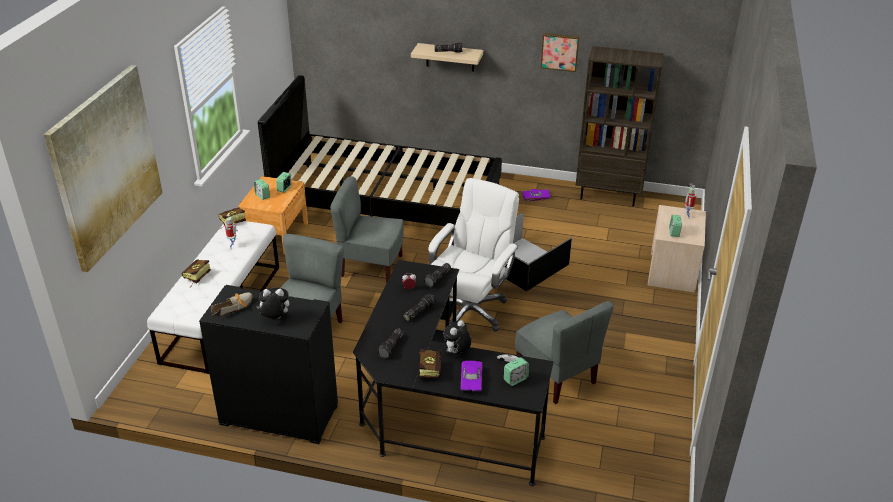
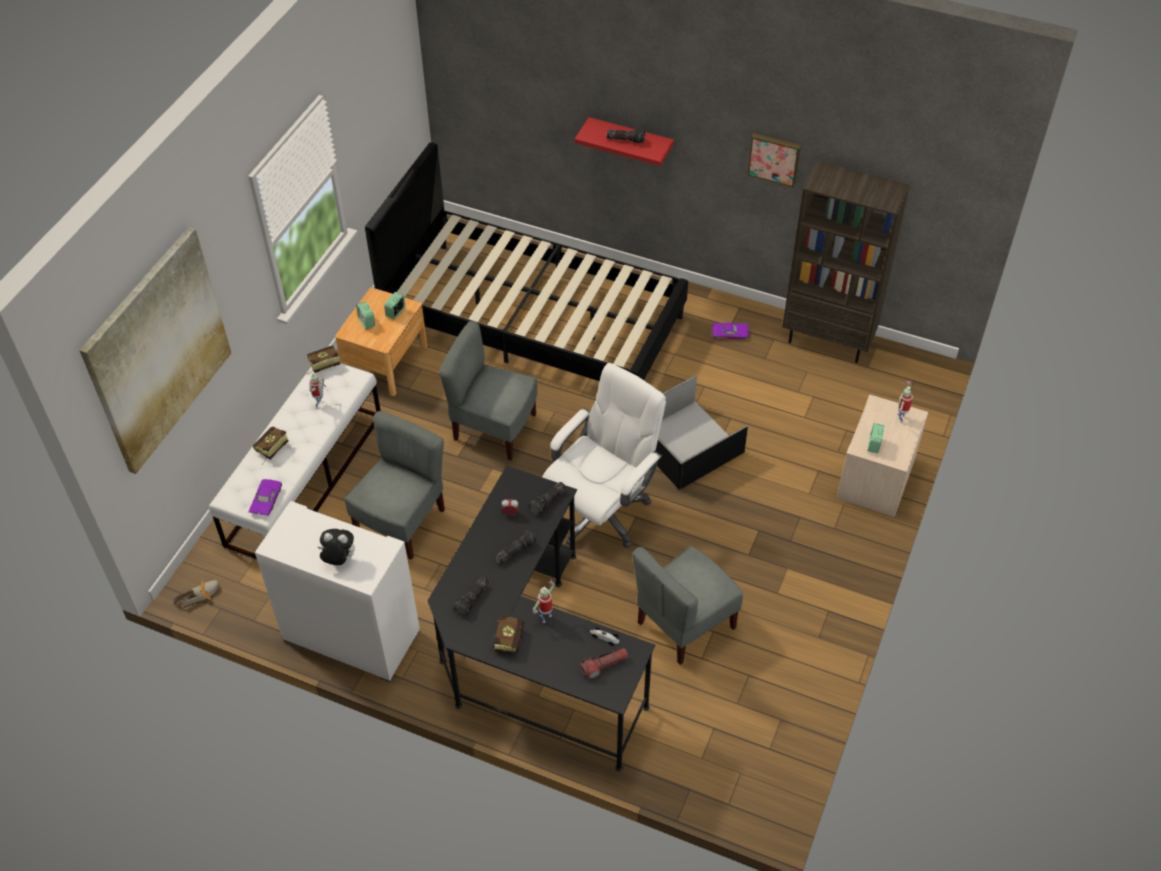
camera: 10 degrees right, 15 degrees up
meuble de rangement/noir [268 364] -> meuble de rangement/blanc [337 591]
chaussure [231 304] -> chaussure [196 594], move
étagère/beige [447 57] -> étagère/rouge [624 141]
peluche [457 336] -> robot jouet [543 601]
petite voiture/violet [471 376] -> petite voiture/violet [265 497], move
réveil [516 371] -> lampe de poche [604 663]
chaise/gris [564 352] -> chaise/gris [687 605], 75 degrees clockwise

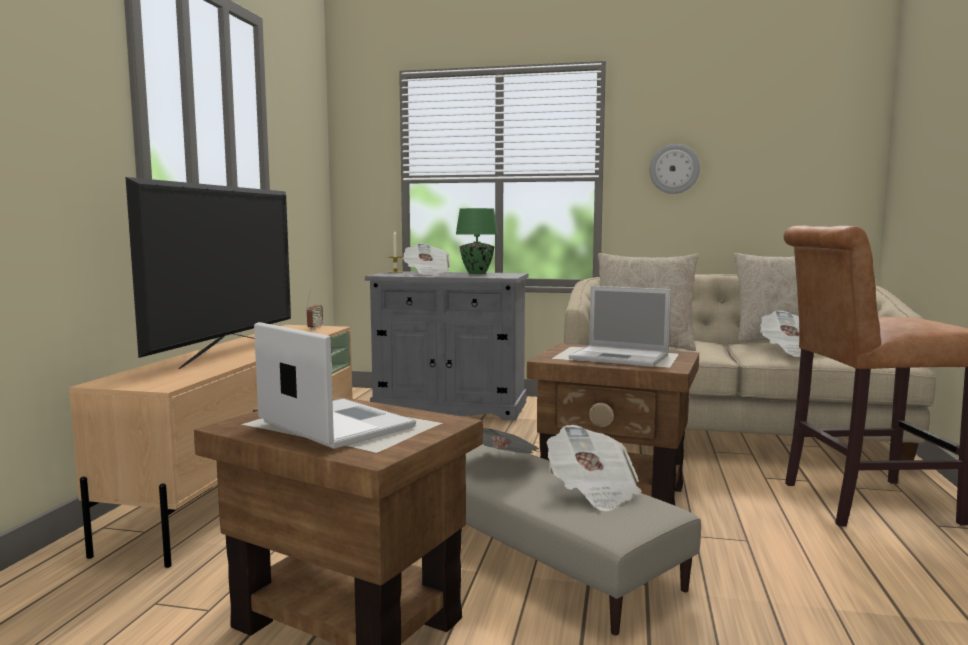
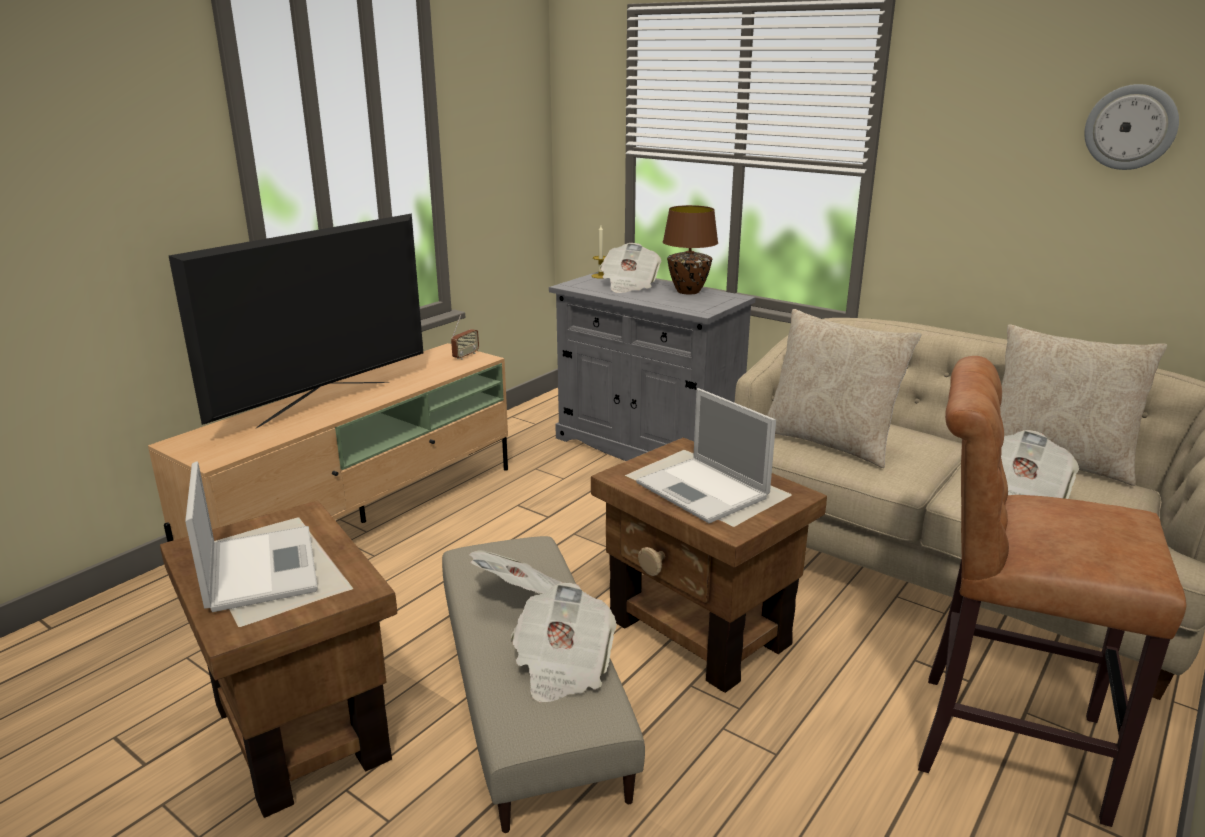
camera: 25 degrees right, 15 degrees up
lampe de table/vert [477 241] -> lampe de table/marron [690 249]
horloge murale [675 169] -> horloge murale [1131 127], move

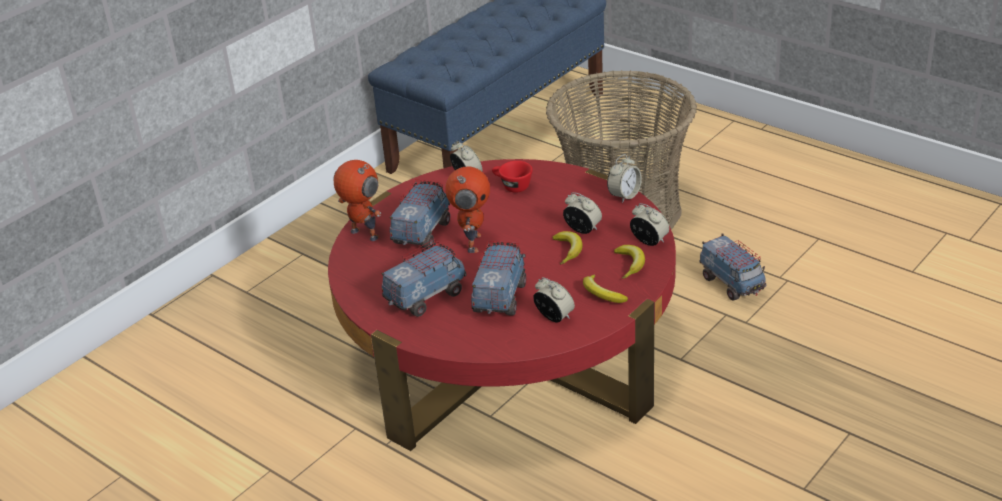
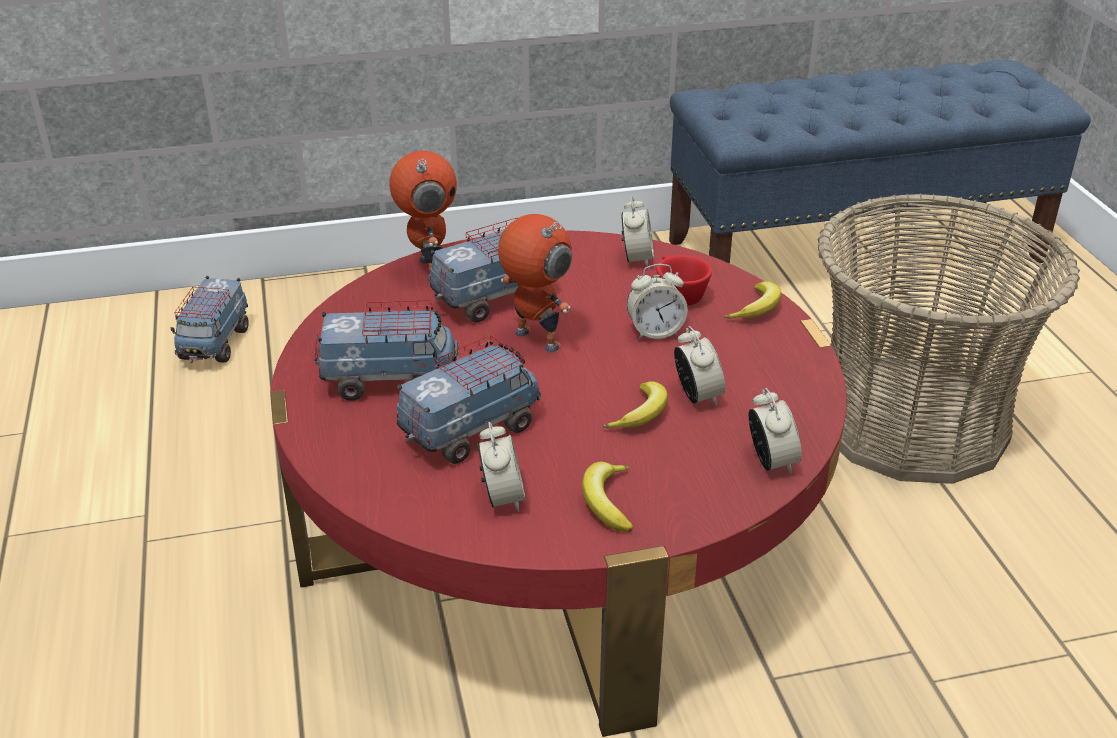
camera: 35 degrees right, 0 degrees up
robot jouet [467 209] -> robot jouet [535 283], 90 degrees counterclockwise
réveil [624 178] -> réveil [657 301], move
banane [629 262] -> banane [752 300], move
camion jouet [732 267] -> camion jouet [210 319], move

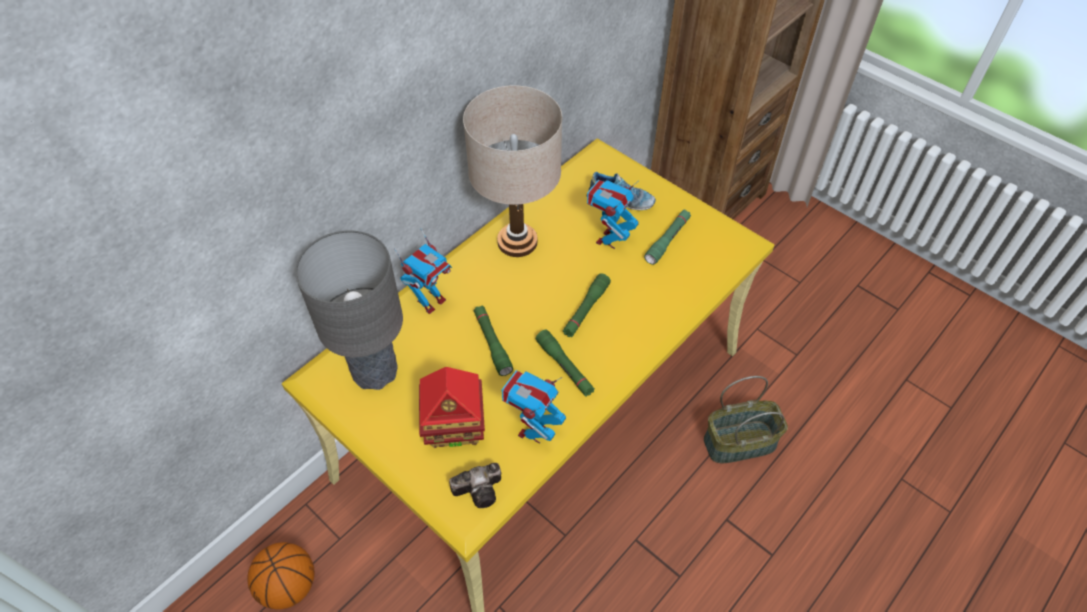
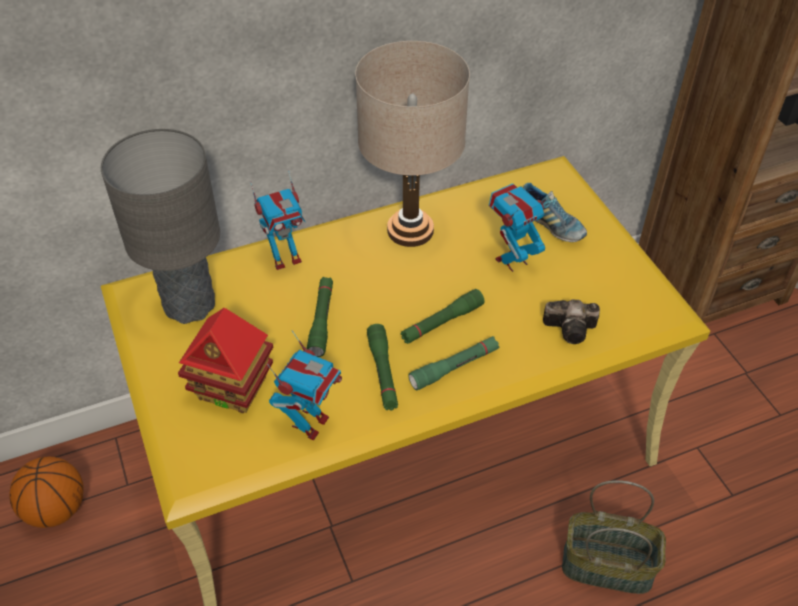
camera: 25 degrees right, 5 degrees down
appareil photo [475 485] -> appareil photo [571 321], move
robot jouet [533 407] -> robot jouet [304 385], 150 degrees clockwise
lampe de poche/vert [667 237] -> lampe de poche/vert [453 363], move

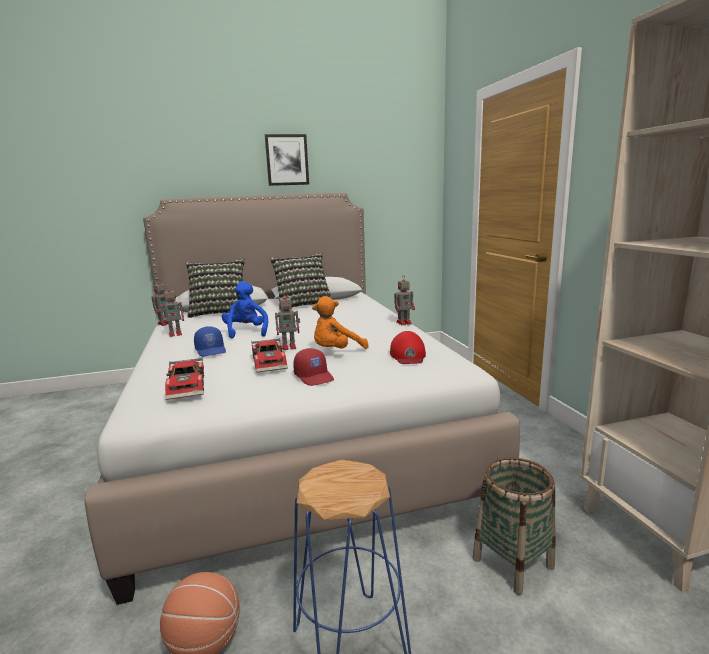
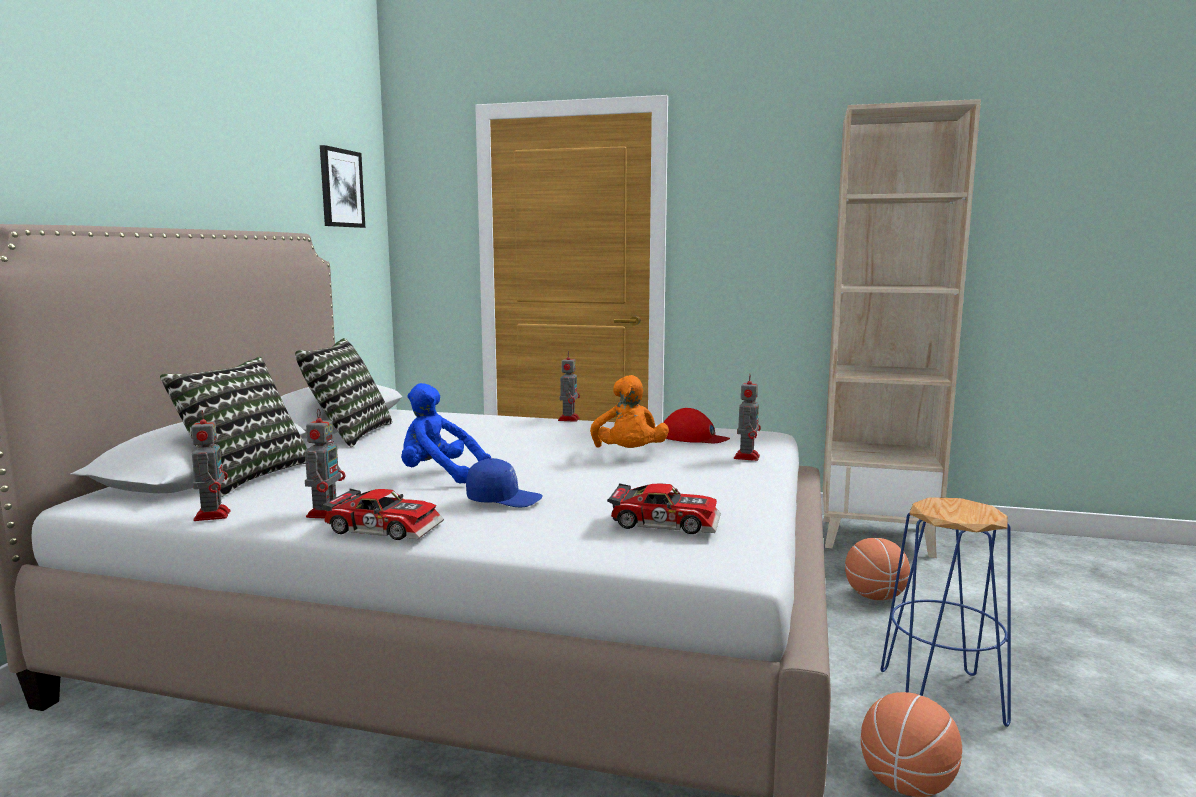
camera: 60 degrees left, 5 degrees down
petite voiture [269 355] -> petite voiture [382 514], move
tableau [287 160] -> tableau [342 186], move
robot jouet [287 321] -> robot jouet [747 418], move
casquette/rouge [313 367] -> none
panier [514 526] -> ballon de basket [877 569]

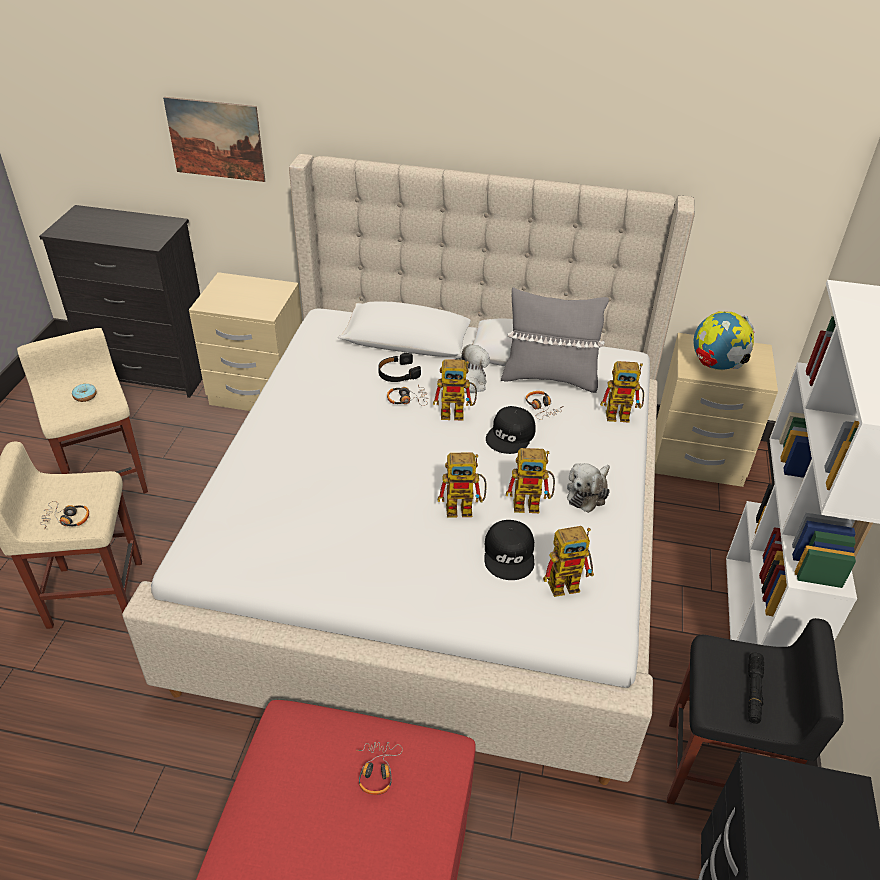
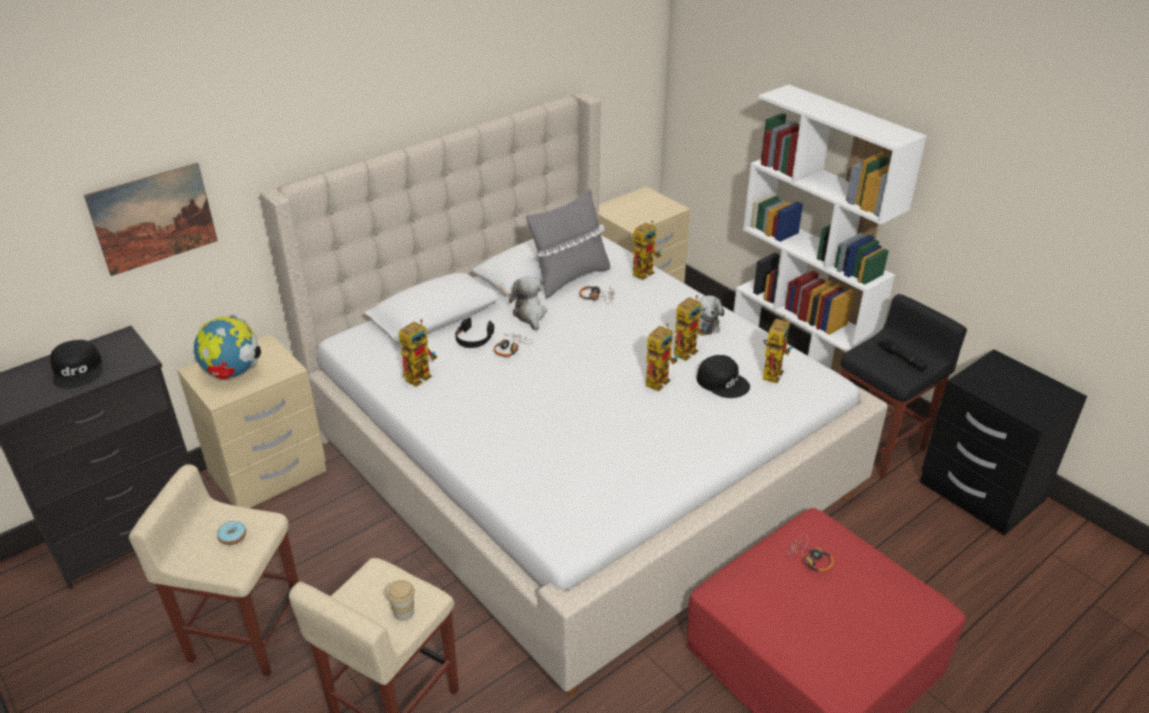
camera: 50 degrees left, 5 degrees down
casque audio [64 515] -> tasse [401 600]
robot jouet [455 389] -> robot jouet [418 353], move
casquette/noir [511 430] -> casquette/noir [76 364], move
globe [724 340] -> globe [227 346], move

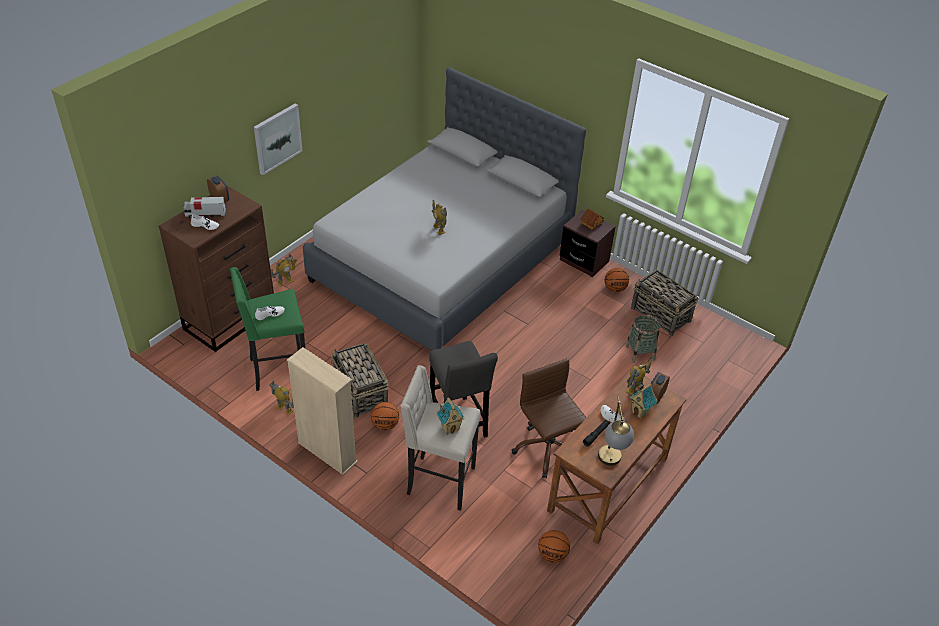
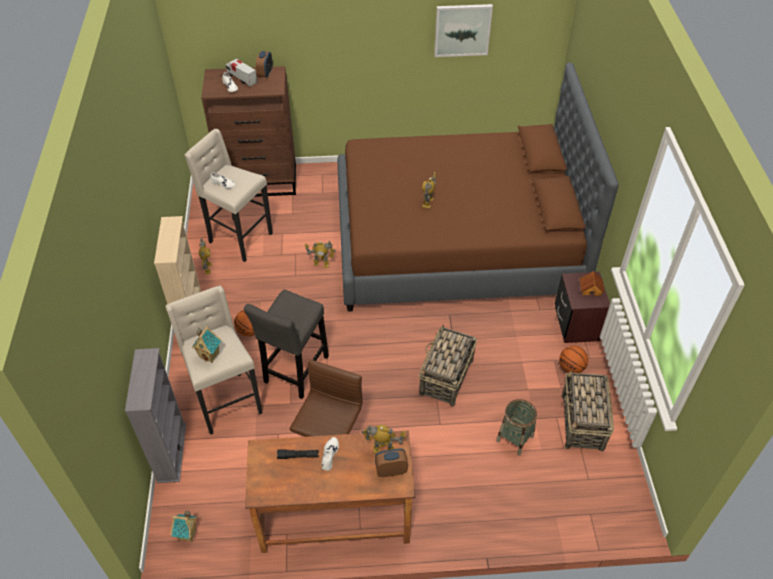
camera: 50 degrees right, 5 degrees up
tabouret/vert [267 329] -> tabouret/beige [228 195]
tableau [278 139] -> tableau [463 30], move
robot jouet [283 270] -> robot jouet [320 254], move
lit/gris [444 209] -> lit/marron [478 187]
panier [360 380] -> panier [448 365], move
ballon de basket [554 546] -> none
lampe de table [616 431] -> none
maison miniature [643 401] -> maison miniature [183 526], move
none -> bibliothèque/gris [155 415]

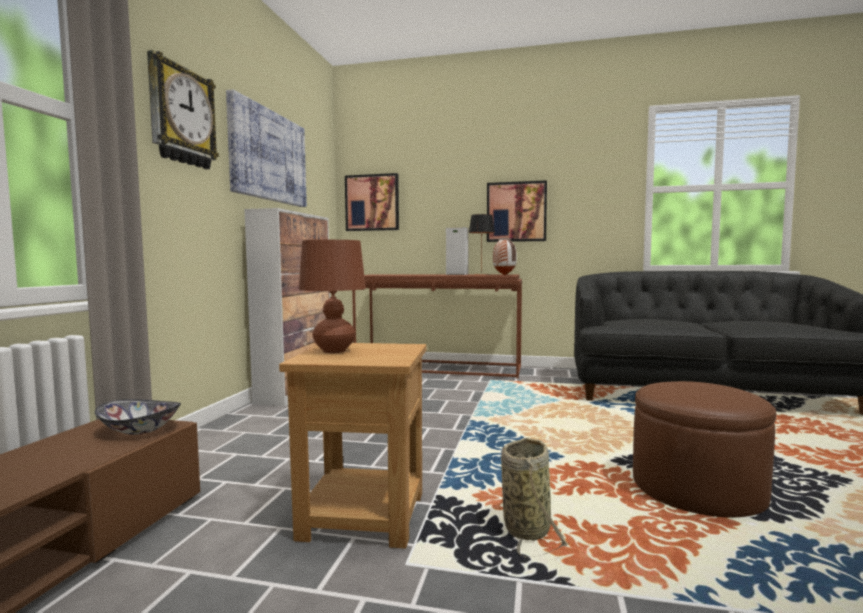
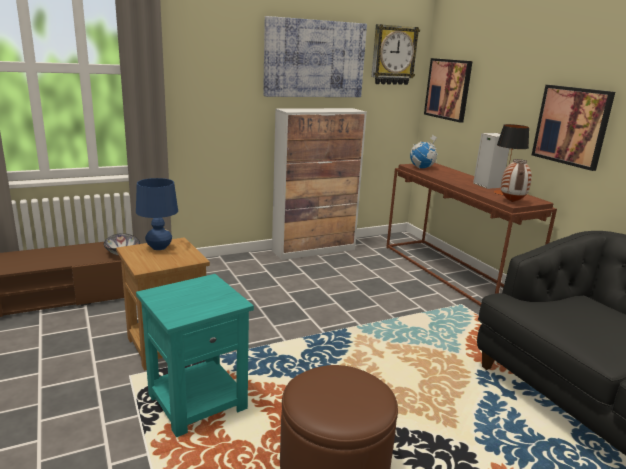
camera: 50 degrees right, 15 degrees up
horloge murale [183 109] -> horloge murale [395 54], move
lampe de table/marron [332 296] -> lampe de table/bleu [157 214]
panier [535 498] -> table d'appoint/turquoise [195 355]
none -> globe [424 151]

